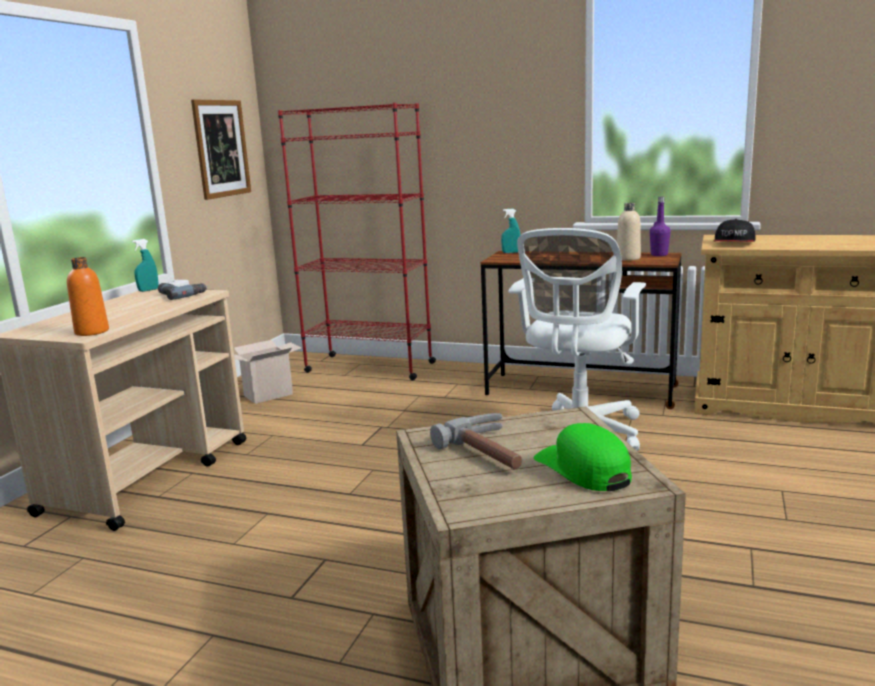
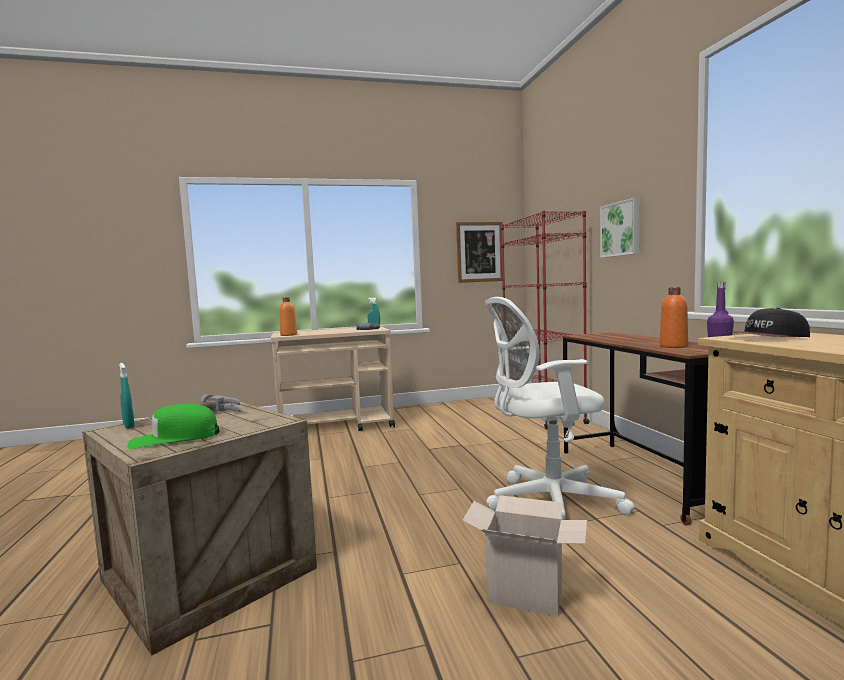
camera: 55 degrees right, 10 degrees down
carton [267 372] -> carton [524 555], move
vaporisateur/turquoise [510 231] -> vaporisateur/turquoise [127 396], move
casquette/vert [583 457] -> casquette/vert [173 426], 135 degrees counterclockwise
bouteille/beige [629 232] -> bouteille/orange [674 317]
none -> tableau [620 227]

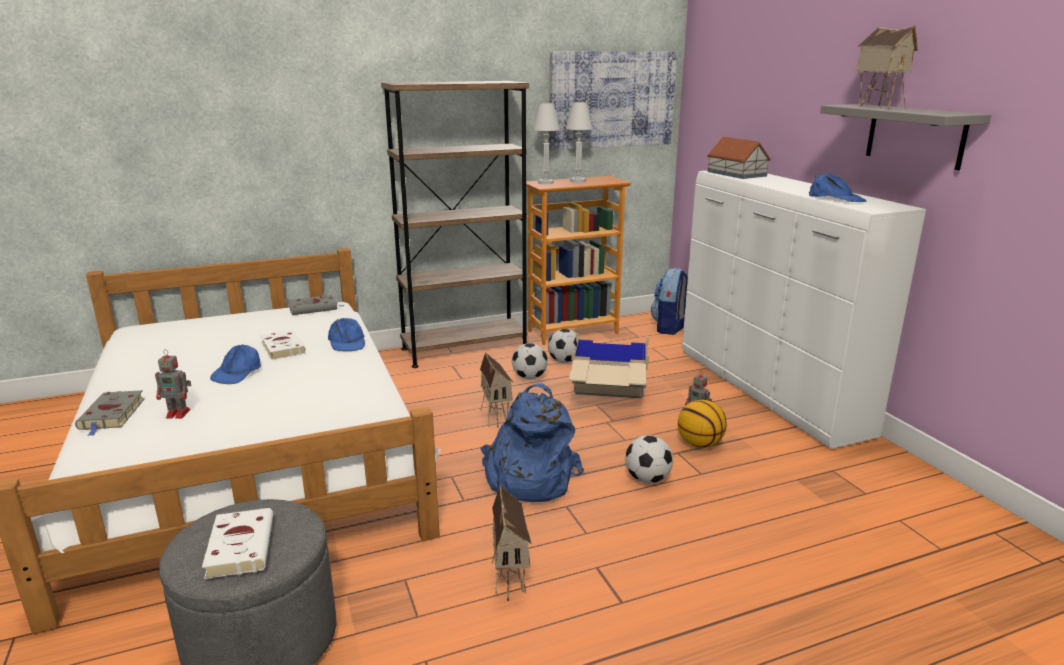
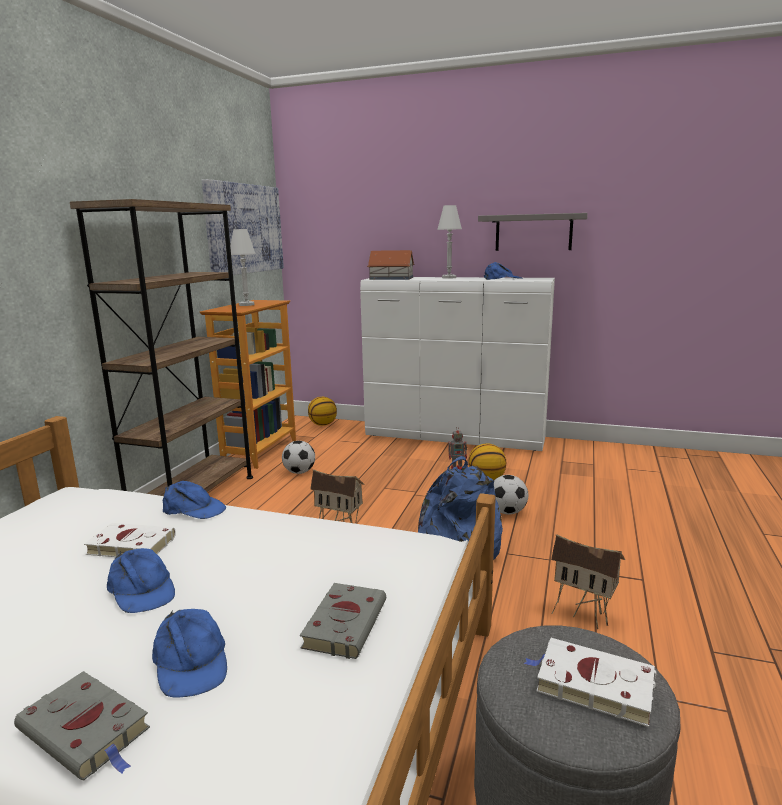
camera: 50 degrees left, 5 degrees down
robot jouet [173 384] -> casquette/bleu [189 653]
livre/gris [316 305] -> livre/gris [343 621], move
ballon de foot [530 361] -> none
lampe de table/blanc [546 143] -> lampe de table/blanc [449 242], move
boîte de rangement/beige [609 365] -> none
sac à dos [669 301] -> ballon de basket [322 411]
maison miniature [887 67] -> none

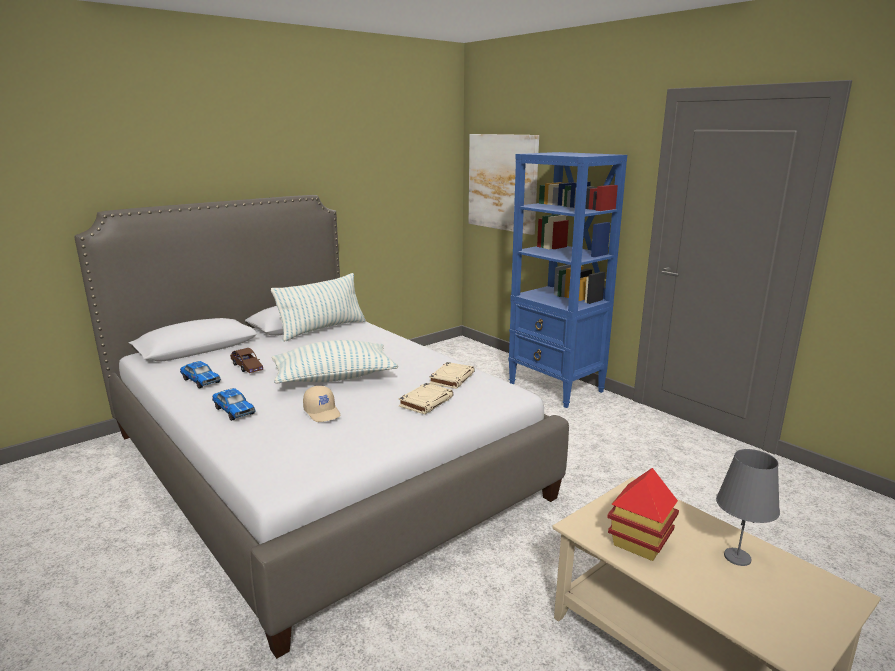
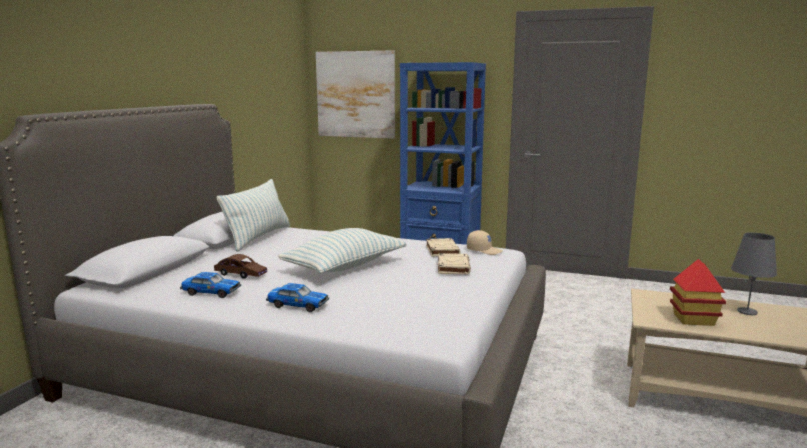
camera: 30 degrees left, 5 degrees down
casquette/beige [322 404] -> casquette/beige [485 242], move

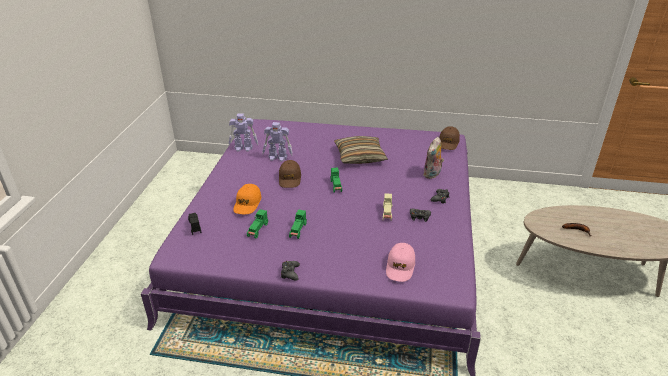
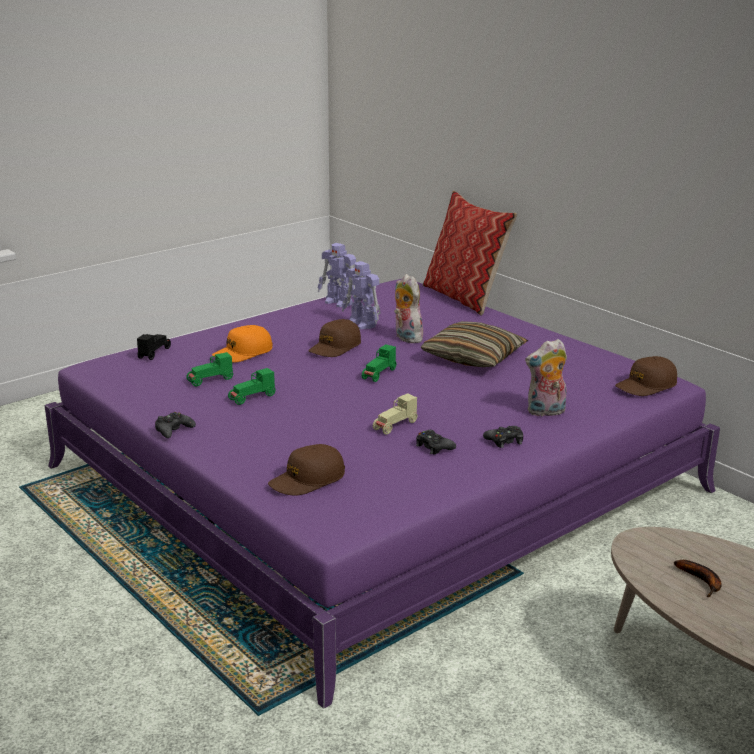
camera: 40 degrees right, 10 degrees down
casquette/rose [400 262] -> casquette/marron [306 470]
none -> peluche [409 308]
none -> coussin [470 253]

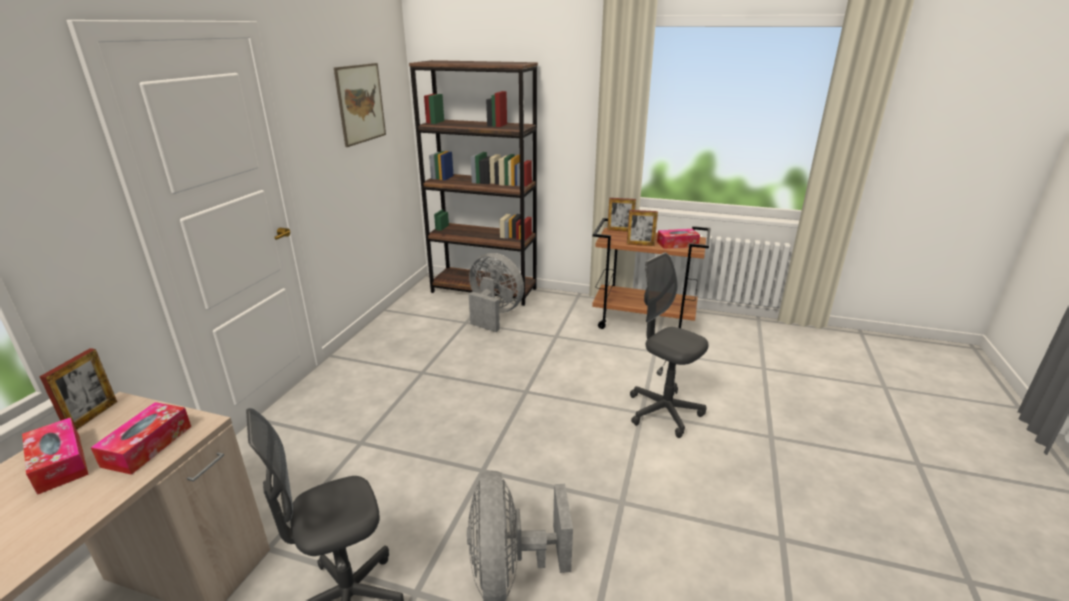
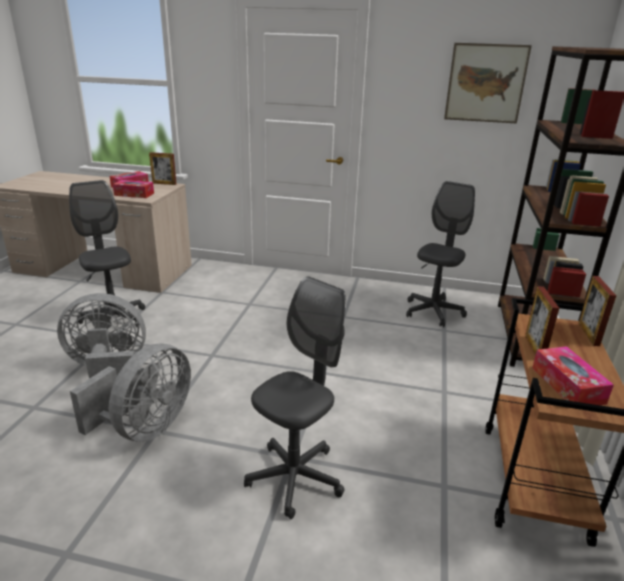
camera: 85 degrees right, 0 degrees up
ventilateur/gris [496 292] -> ventilateur/gris [130 392], move
none -> chaise de bureau/gris [440 254]

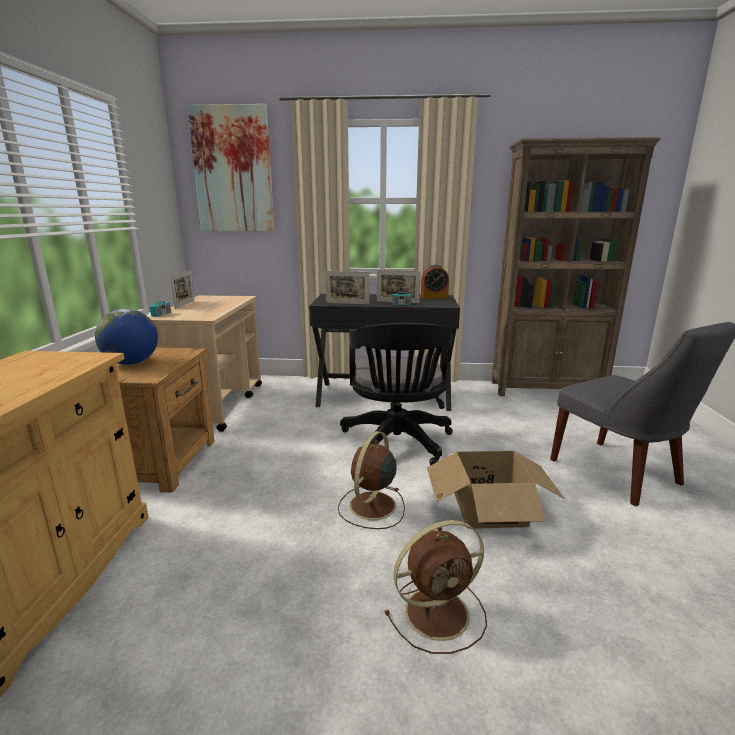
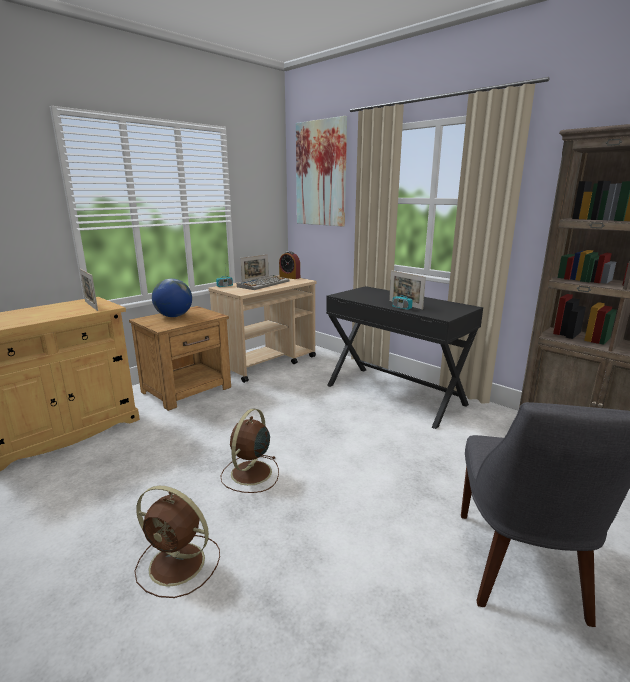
camera: 40 degrees right, 0 degrees up
cadre photo [347 288] -> cadre photo [88 289], move
ventilateur/marron [371 480] -> ventilateur/marron [250 450], 45 degrees counterclockwise
chaise de bureau/noir [396 394] -> none
réveil [435 281] -> réveil [289 265], move
carton [496 490] -> none
none -> clavier [263 282]

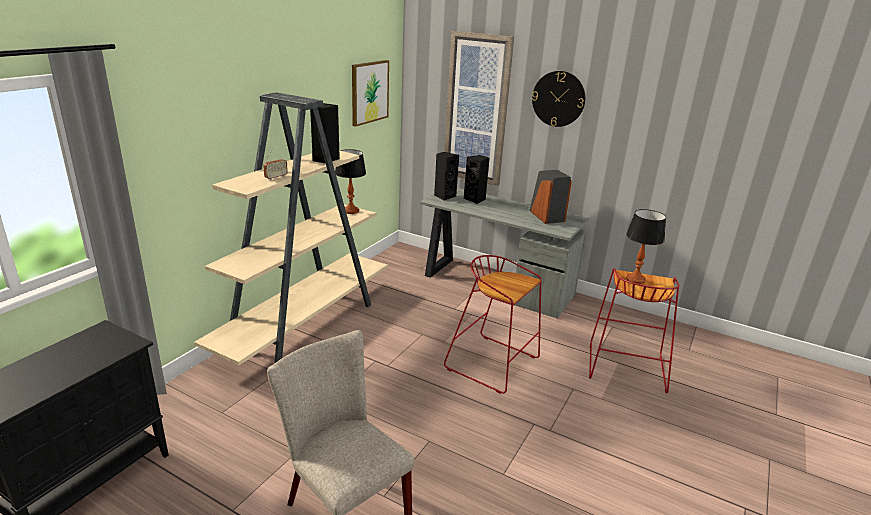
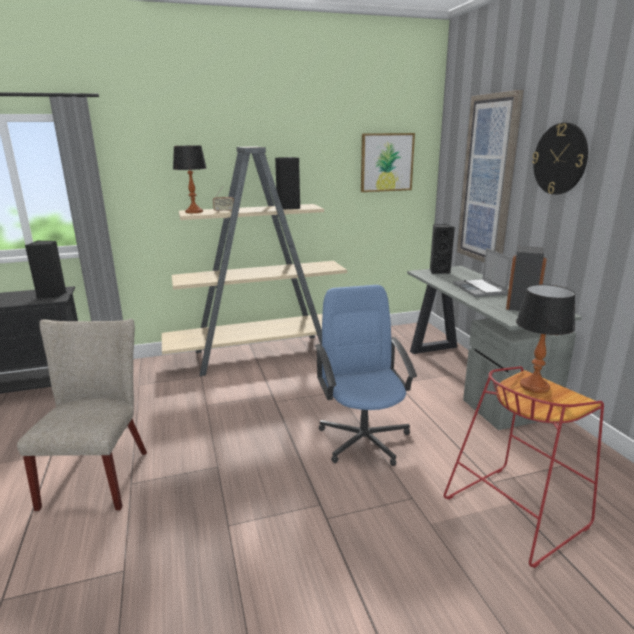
camera: 45 degrees right, 5 degrees down
lampe de table [350 181] -> lampe de table [190 179], move
tabouret/rouge [492 324] -> chaise de bureau/bleu [366 375]
enceinte/noir [476 179] -> enceinte/noir [45 269], move
none -> ordinateur portable [482 272]

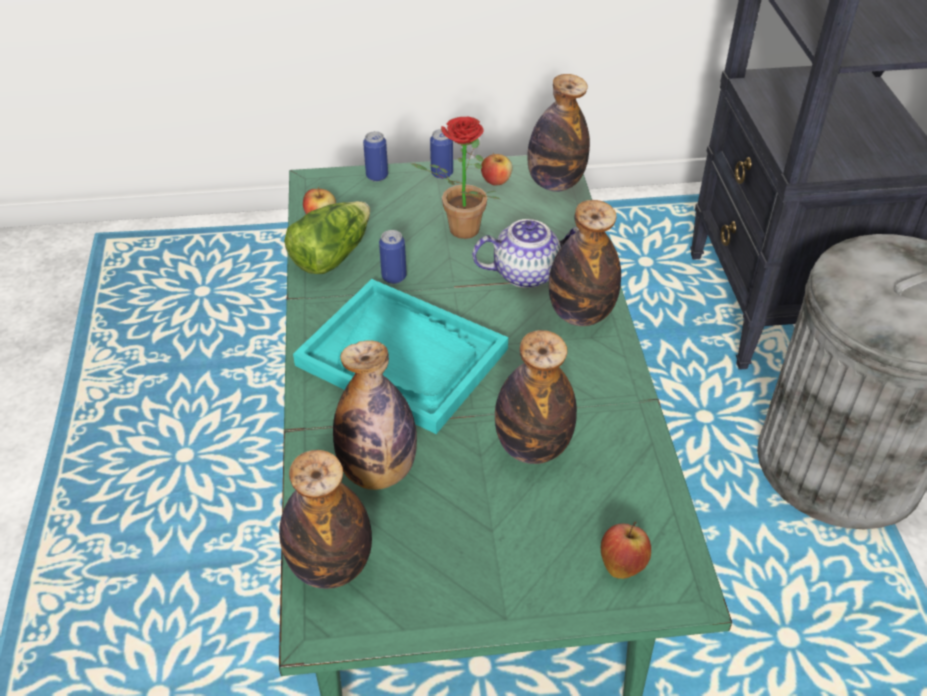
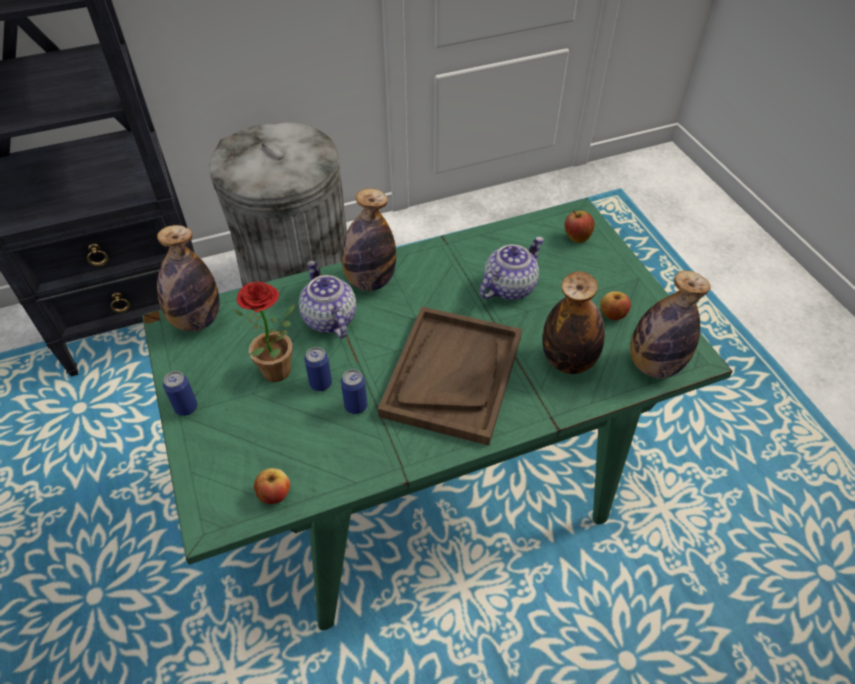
camera: 105 degrees left, 5 degrees up
laitue [327 237] -> none
plateau/turquoise [400 356] -> plateau/marron [450 376]
boîte métallique [375 156] -> boîte métallique [318 369], move
pomme [496 169] -> pomme [615 305], move
bouteille [536 397] -> théière [512 268]

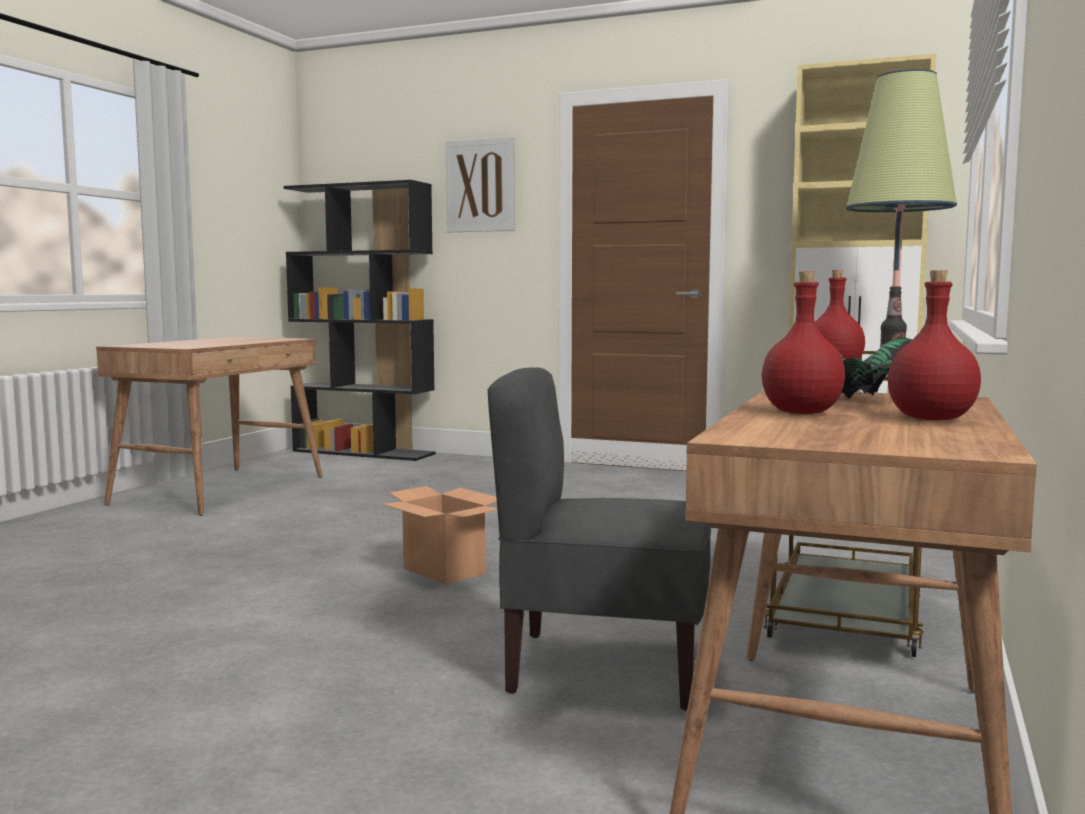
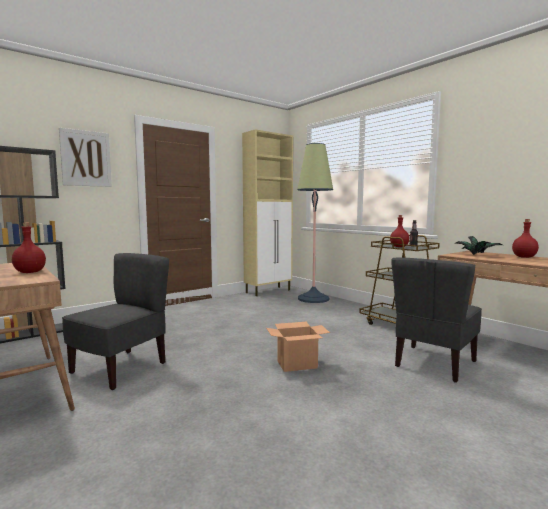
camera: 60 degrees left, 0 degrees up
bouteille/rouge [803 342] -> bouteille/rouge [29 248], move
none -> chaise/gris [115 321]

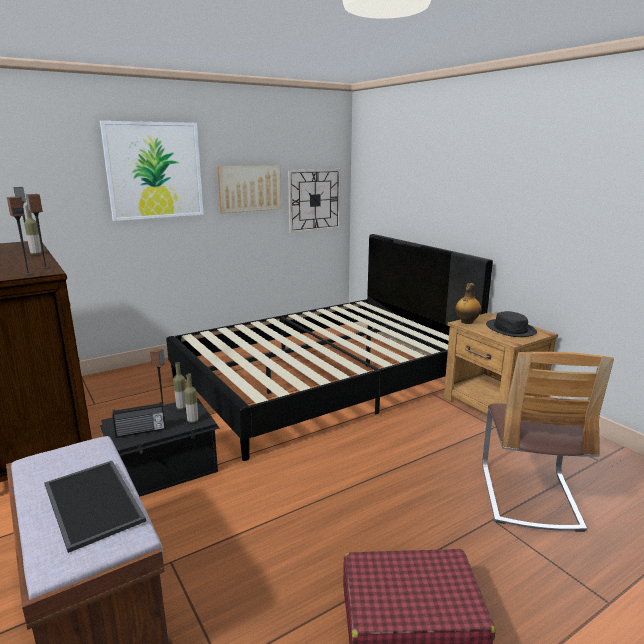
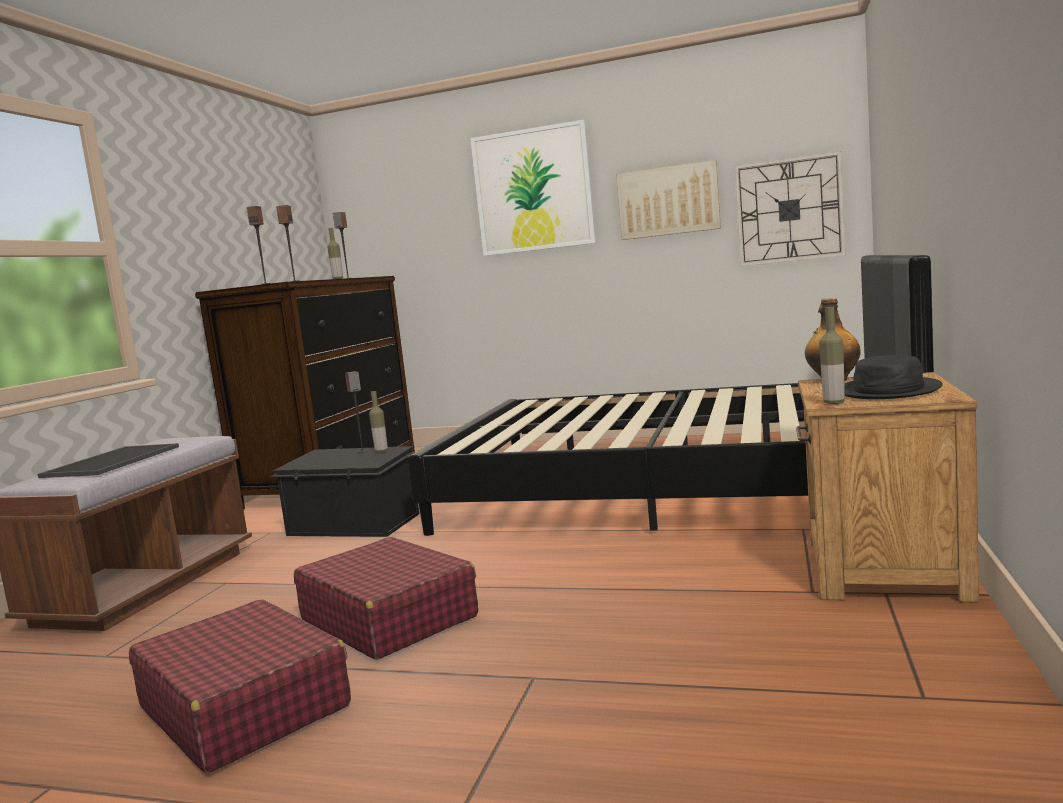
camera: 50 degrees right, 10 degrees down
radio [139 420] -> none
bouteille [191 398] -> bouteille [832 355], move
chaise [548 442] -> none
none -> valise/rouge [386 598]

